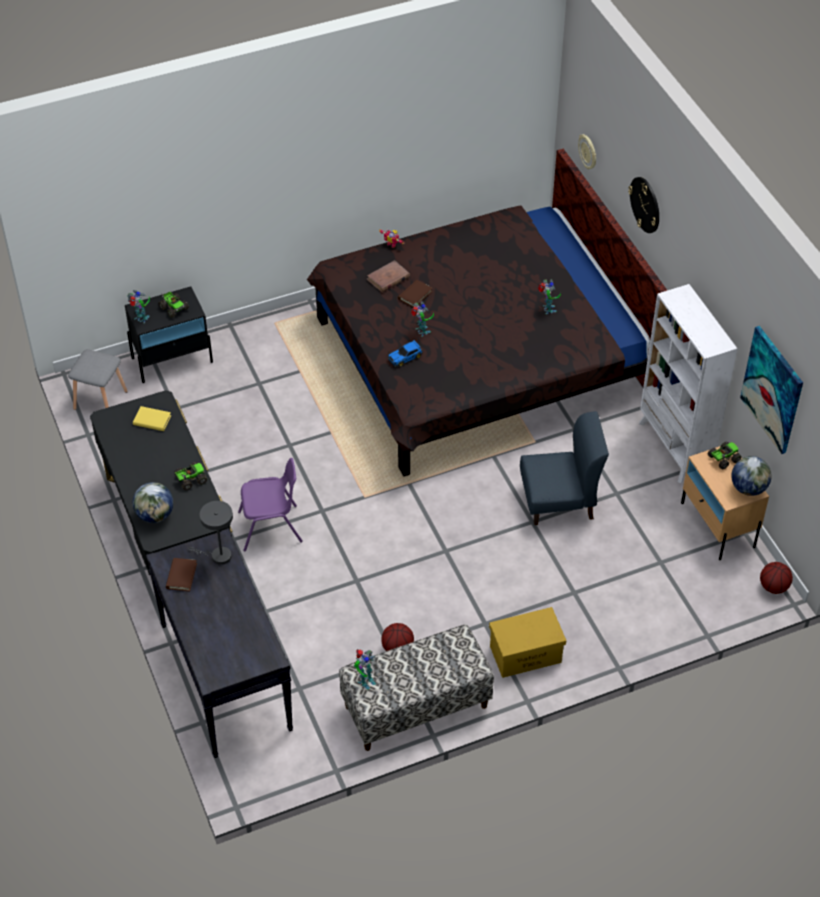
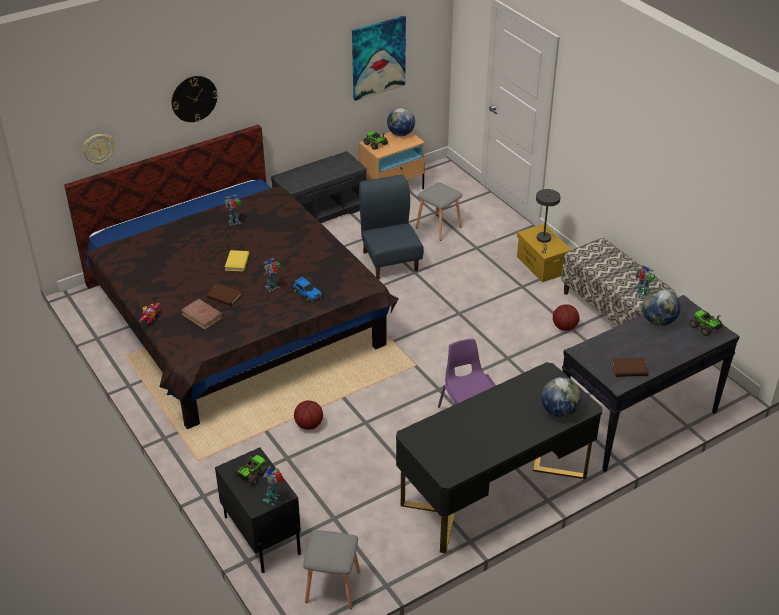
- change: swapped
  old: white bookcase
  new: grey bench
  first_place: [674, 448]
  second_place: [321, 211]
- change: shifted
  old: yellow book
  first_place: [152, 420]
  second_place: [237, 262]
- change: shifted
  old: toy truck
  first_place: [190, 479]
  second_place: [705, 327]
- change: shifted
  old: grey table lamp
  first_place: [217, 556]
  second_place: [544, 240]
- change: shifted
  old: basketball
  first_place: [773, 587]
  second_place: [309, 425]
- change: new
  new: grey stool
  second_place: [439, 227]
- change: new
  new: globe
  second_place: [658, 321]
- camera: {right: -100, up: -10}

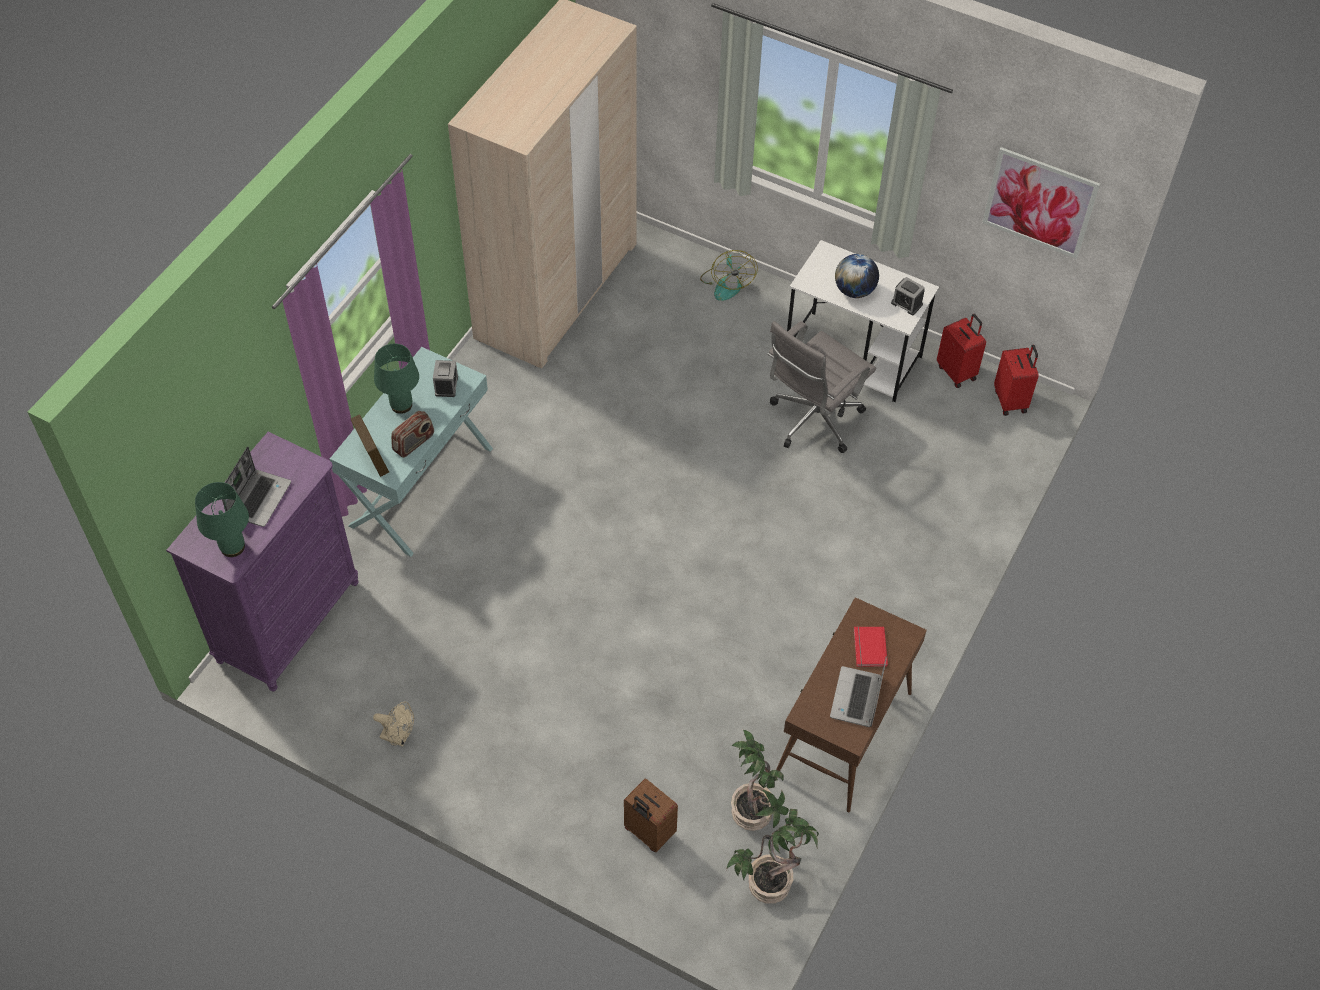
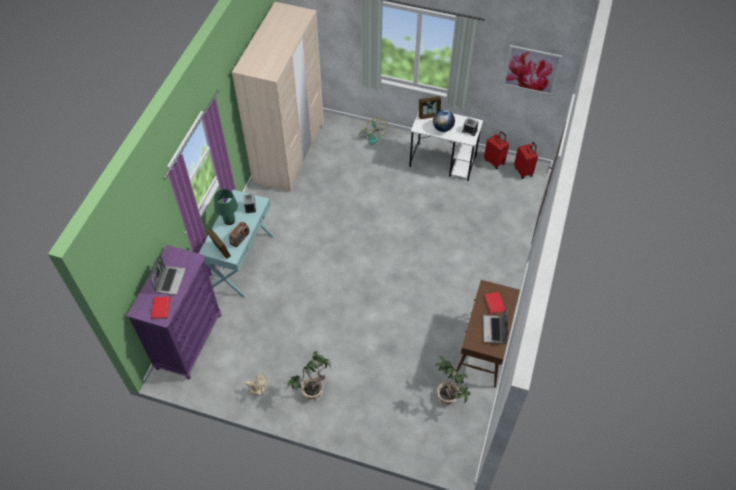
- change: gone
  old: grey office chair
  first_place: [812, 422]
- change: swapped
  old: green table lamp
  new: red book
  first_place: [233, 547]
  second_place: [162, 308]
- change: gone
  old: brown suitcase
  first_place: [648, 832]
- change: shifted
  old: potted plant
  first_place: [769, 882]
  second_place: [312, 390]
- change: new
  new: picture frame
  second_place: [429, 115]
- camera: {right: -10, up: 0}

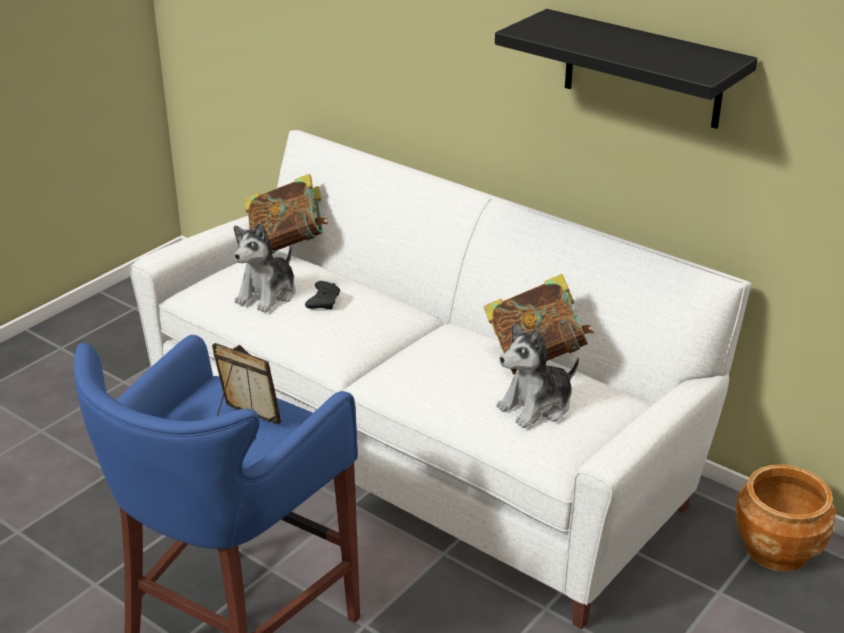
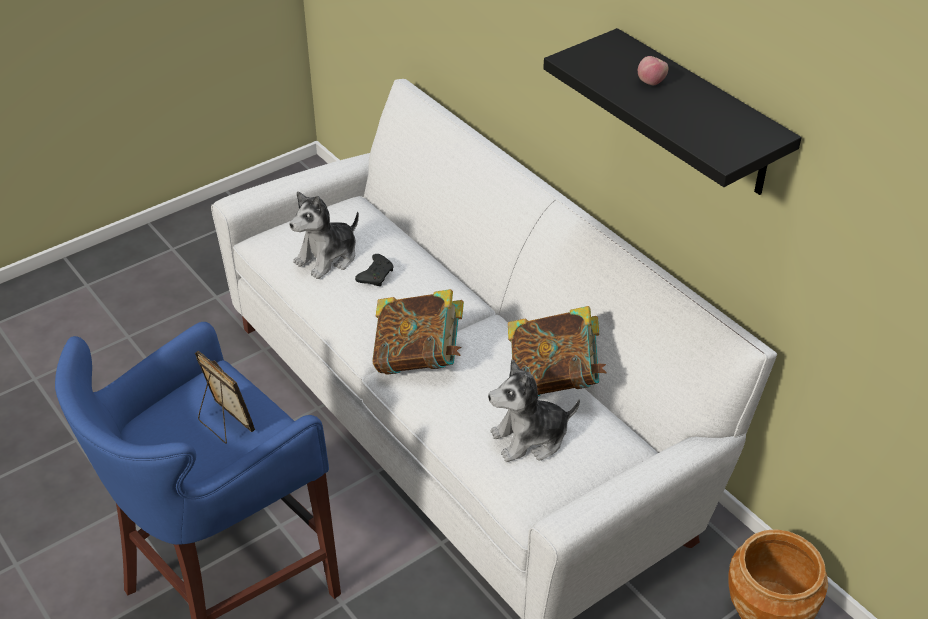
- change: shifted
  old: book
  first_place: [287, 244]
  second_place: [419, 359]
- change: new
  new: apple
  second_place: [651, 82]
- camera: {right: 15, up: 10}

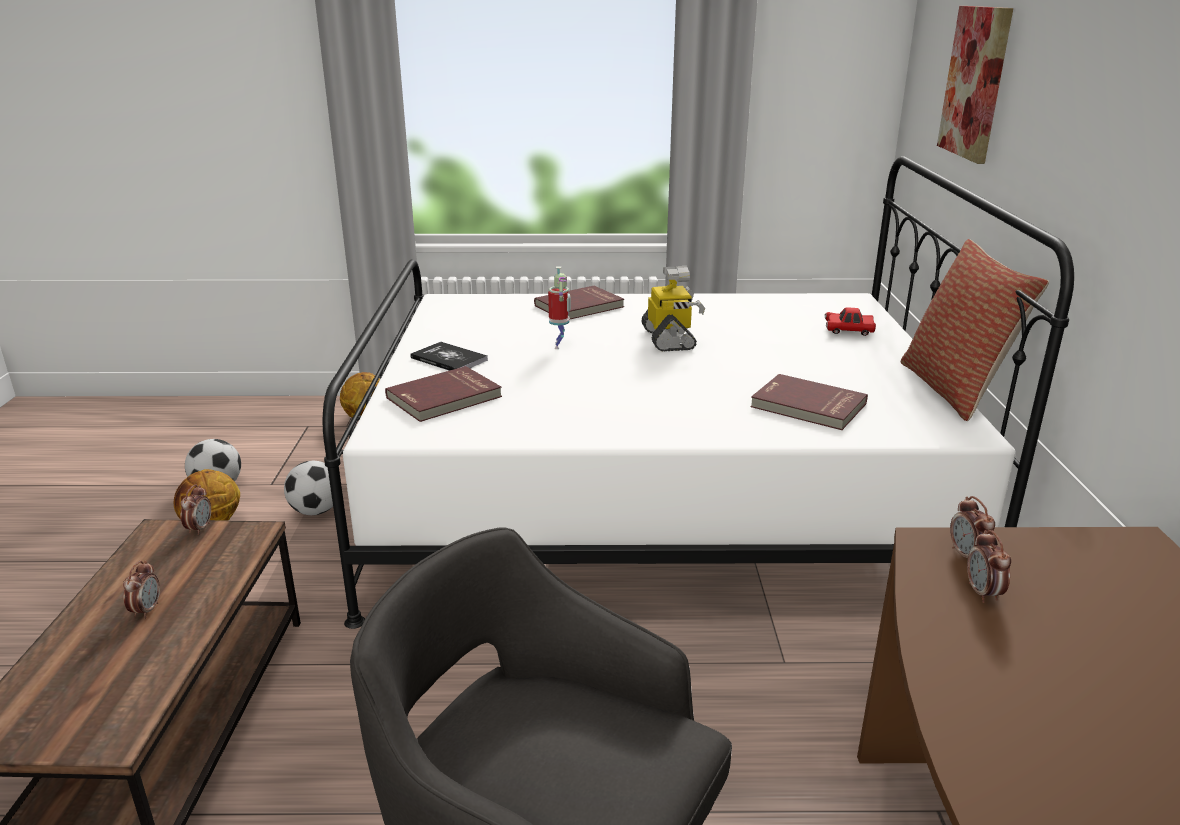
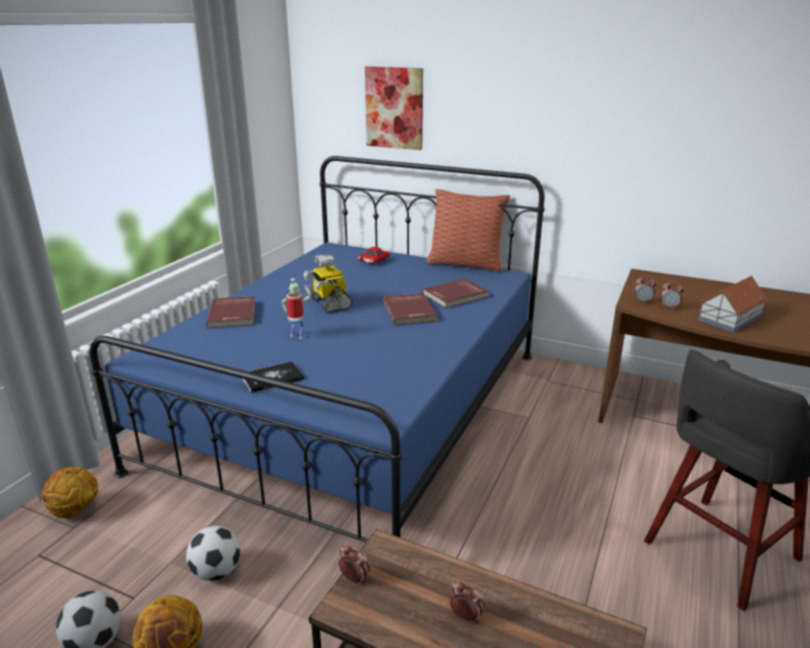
- change: repainted
  old: white bed
  new: blue bed
  first_place: [655, 498]
  second_place: [353, 407]
- change: rotated
  old: toy robot
  first_place: [669, 339]
  second_place: [329, 303]
  degrees: -135
- change: shifted
  old: red book
  first_place: [445, 398]
  second_place: [410, 311]
- change: new
  new: toy house
  second_place: [729, 318]
- camera: {right: -65, up: 0}

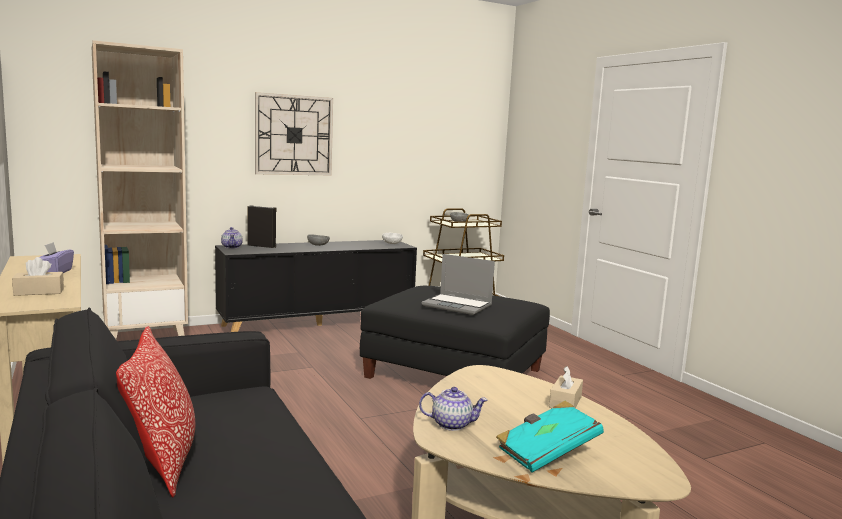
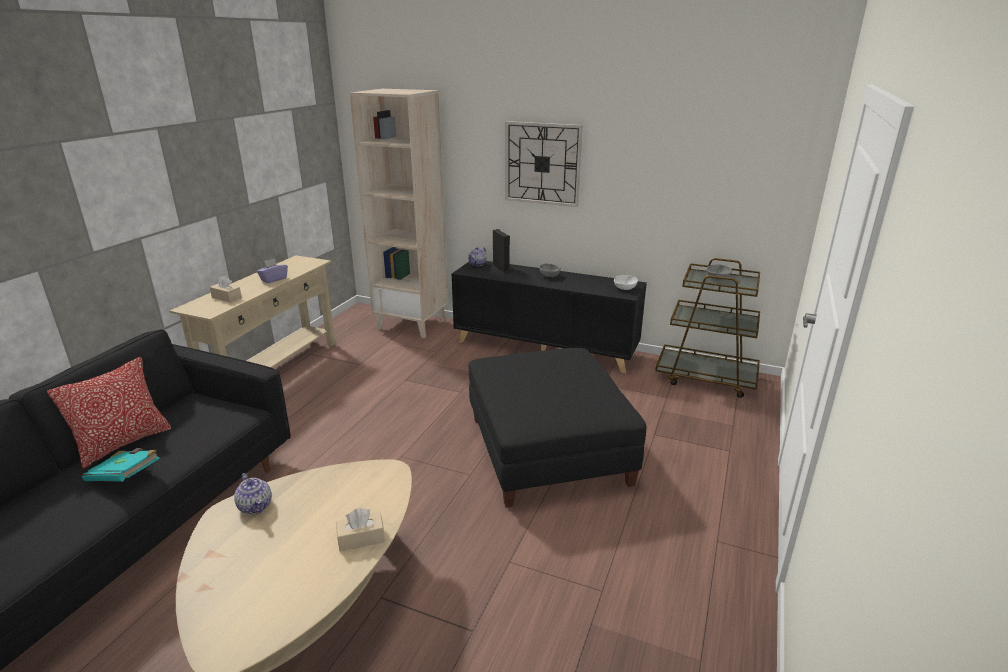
- change: gone
  old: laptop
  first_place: [458, 306]
- change: shifted
  old: turquoise book
  first_place: [546, 453]
  second_place: [126, 476]
- camera: {right: 50, up: 15}

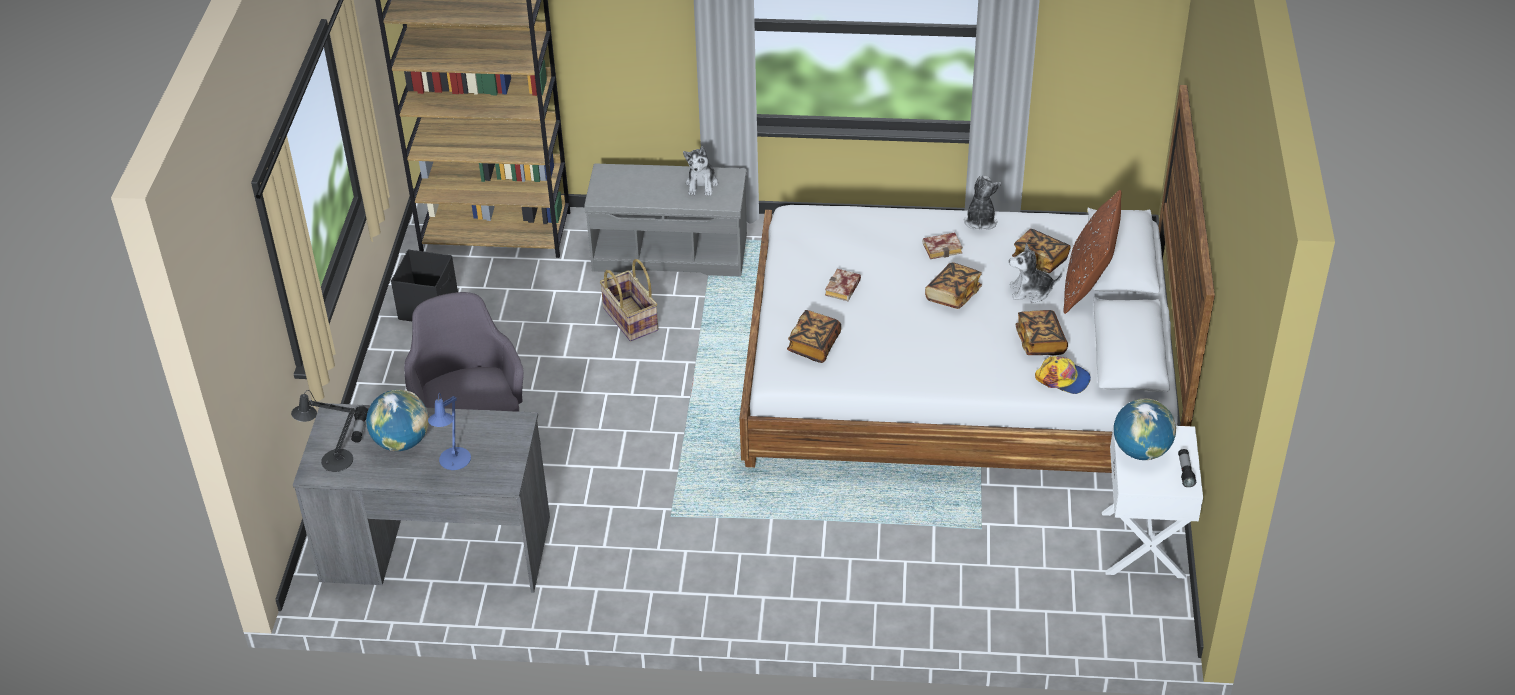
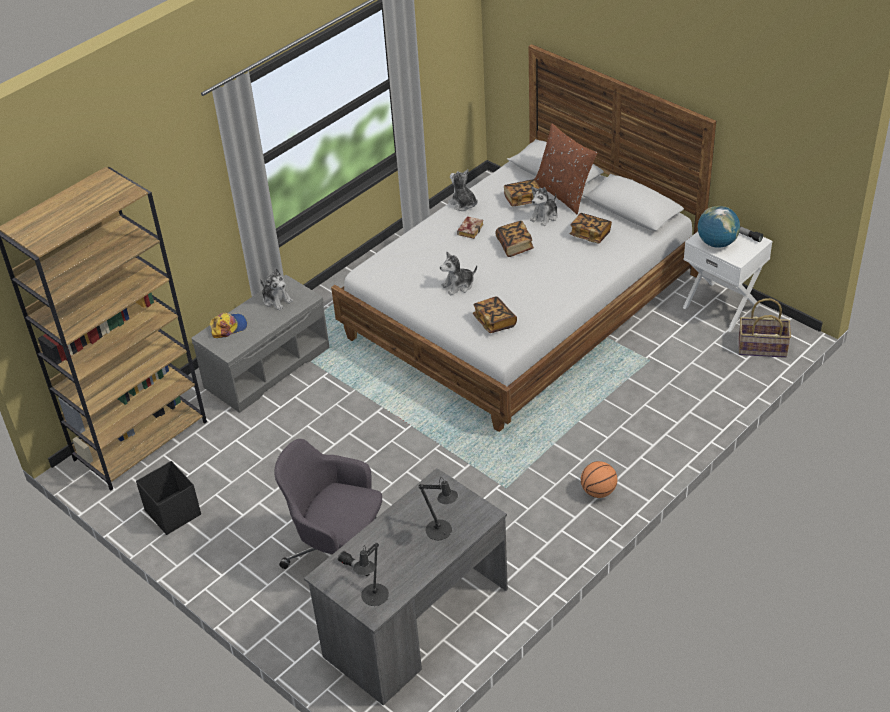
- change: shifted
  old: basket
  first_place: [629, 319]
  second_place: [762, 348]
- change: swapped
  old: book
  new: plush toy
  first_place: [843, 289]
  second_place: [458, 285]
- change: shifted
  old: cap
  first_place: [1063, 379]
  second_place: [228, 327]
- change: gone
  old: globe
  first_place: [401, 442]
- change: repainted
  old: blue table lamp
  new: black table lamp
  first_place: [453, 462]
  second_place: [441, 532]
- change: new
  new: basketball
  second_place: [598, 491]
- camera: {right: -50, up: 0}

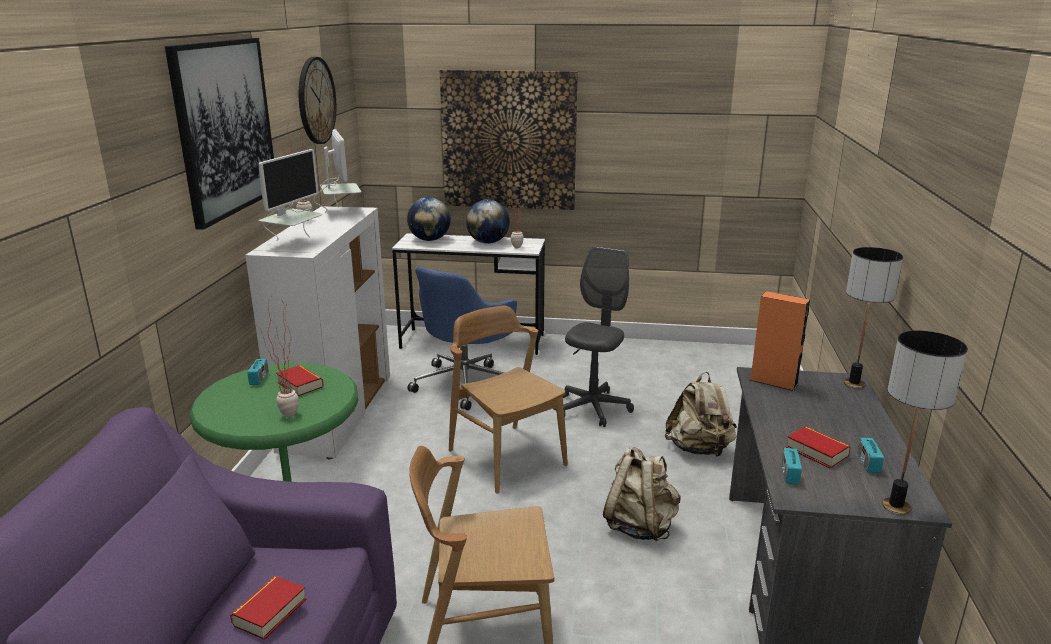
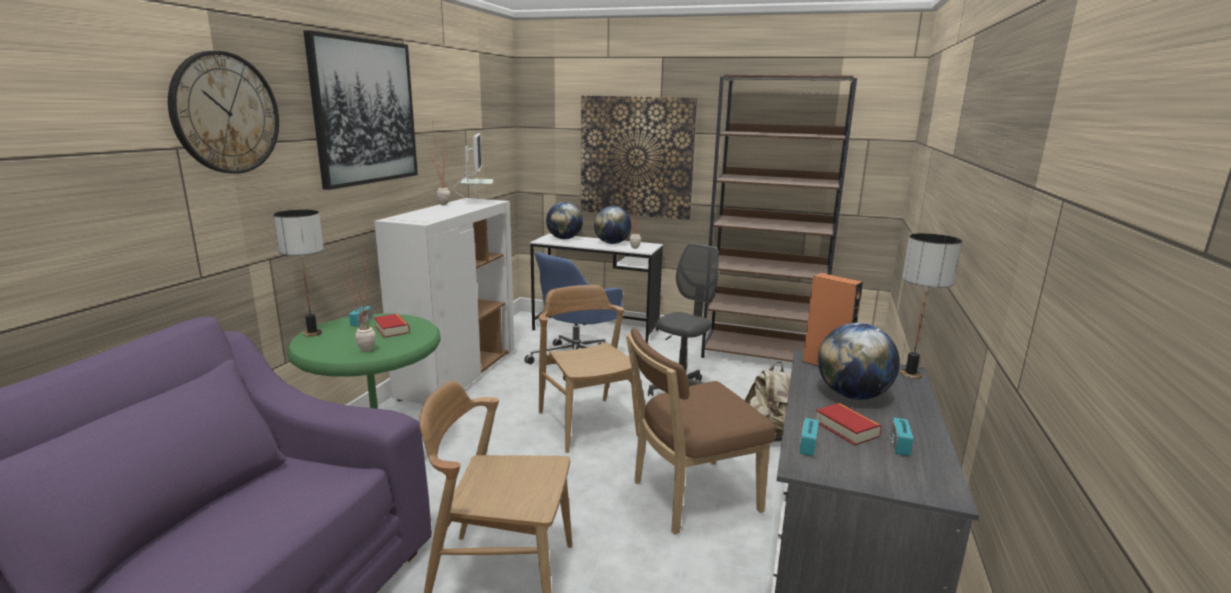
- change: shifted
  old: wall clock
  first_place: [316, 101]
  second_place: [225, 113]
- change: gone
  old: monitor
  first_place: [293, 244]
- change: shifted
  old: table lamp
  first_place: [896, 506]
  second_place: [313, 333]
- change: swapped
  old: beige backpack
  new: brown chair
  first_place: [640, 526]
  second_place: [689, 497]
- change: gone
  old: book
  first_place: [270, 612]
- change: new
  new: brown bookcase
  second_place: [761, 355]
- change: new
  new: globe
  second_place: [852, 395]
- camera: {right: 10, up: -5}

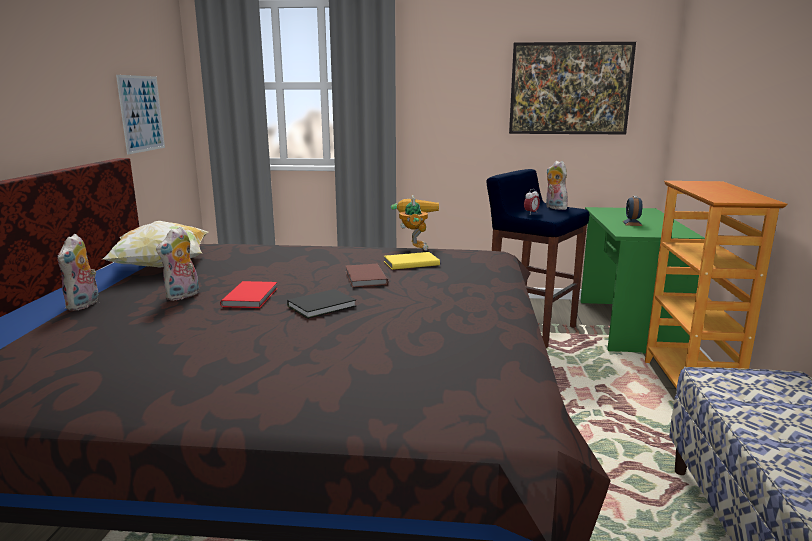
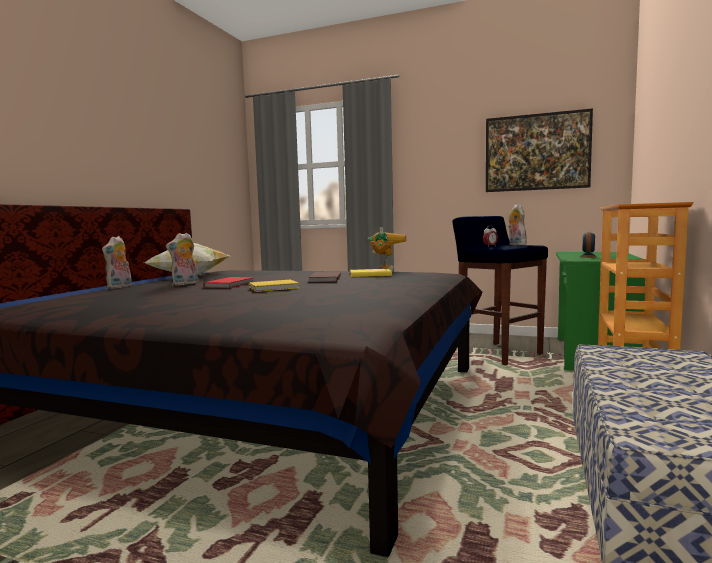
- change: gone
  old: picture
  first_place: [141, 113]
- change: repainted
  old: black book
  new: yellow book
  first_place: [323, 306]
  second_place: [275, 288]
- camera: {right: 15, up: -10}

